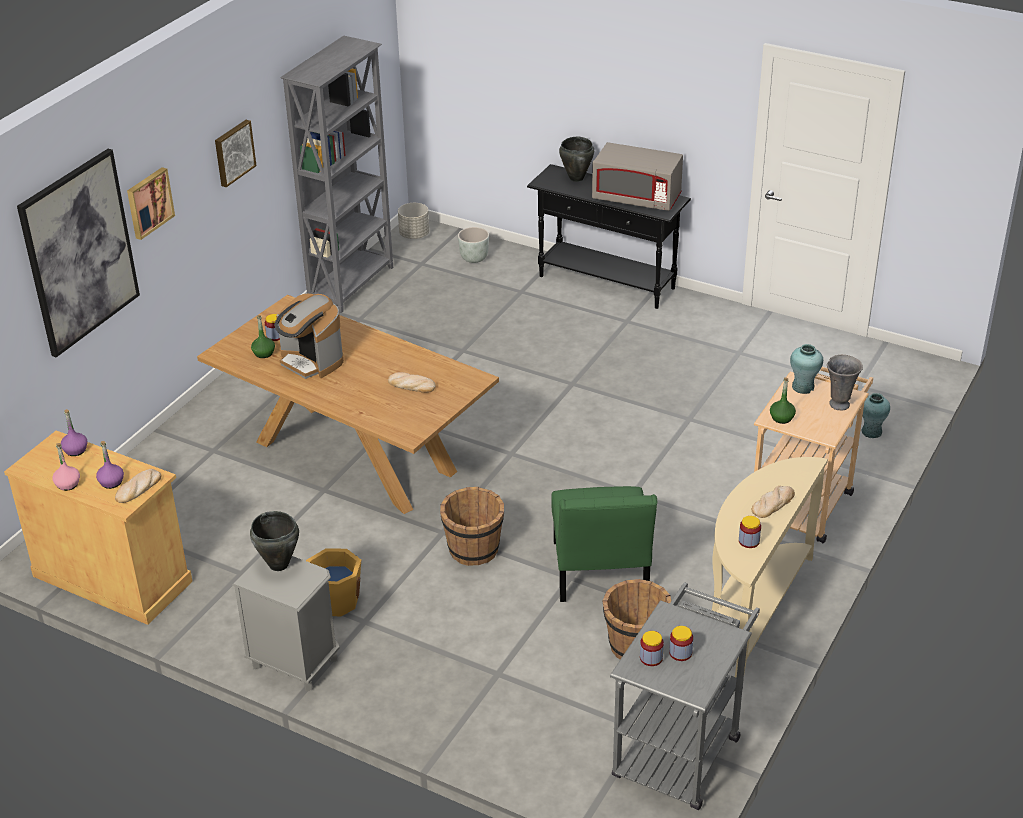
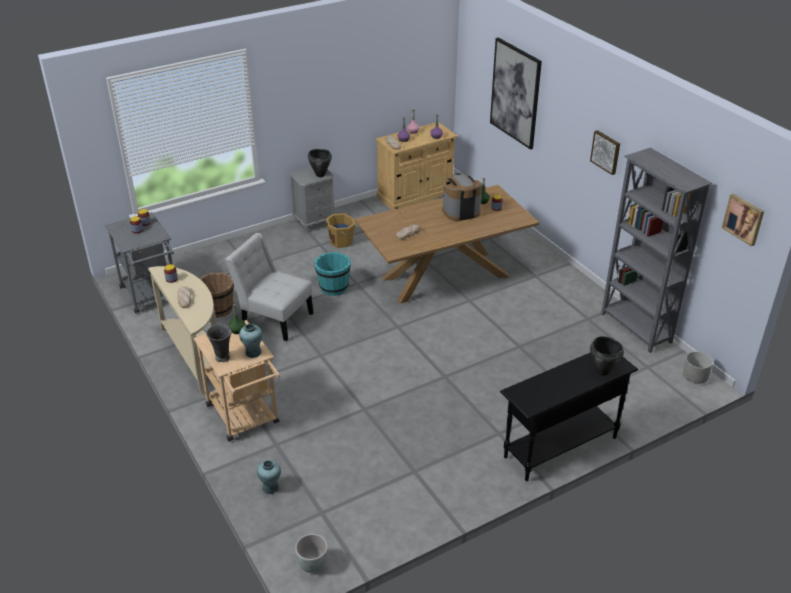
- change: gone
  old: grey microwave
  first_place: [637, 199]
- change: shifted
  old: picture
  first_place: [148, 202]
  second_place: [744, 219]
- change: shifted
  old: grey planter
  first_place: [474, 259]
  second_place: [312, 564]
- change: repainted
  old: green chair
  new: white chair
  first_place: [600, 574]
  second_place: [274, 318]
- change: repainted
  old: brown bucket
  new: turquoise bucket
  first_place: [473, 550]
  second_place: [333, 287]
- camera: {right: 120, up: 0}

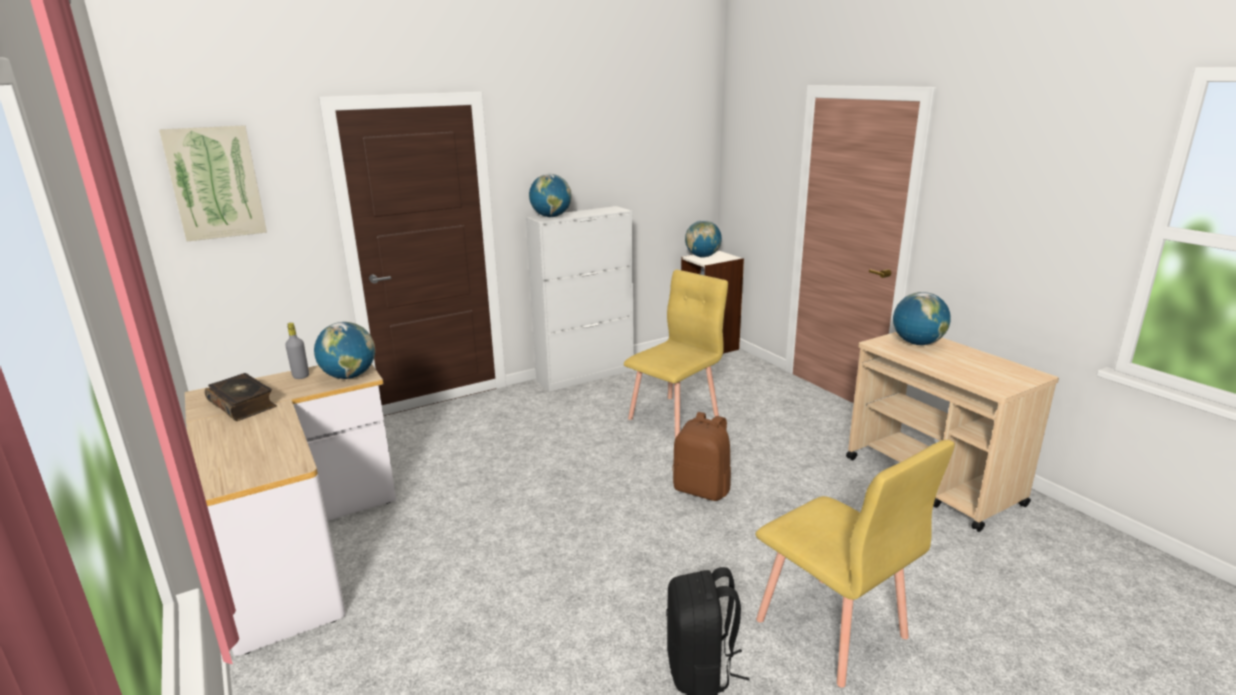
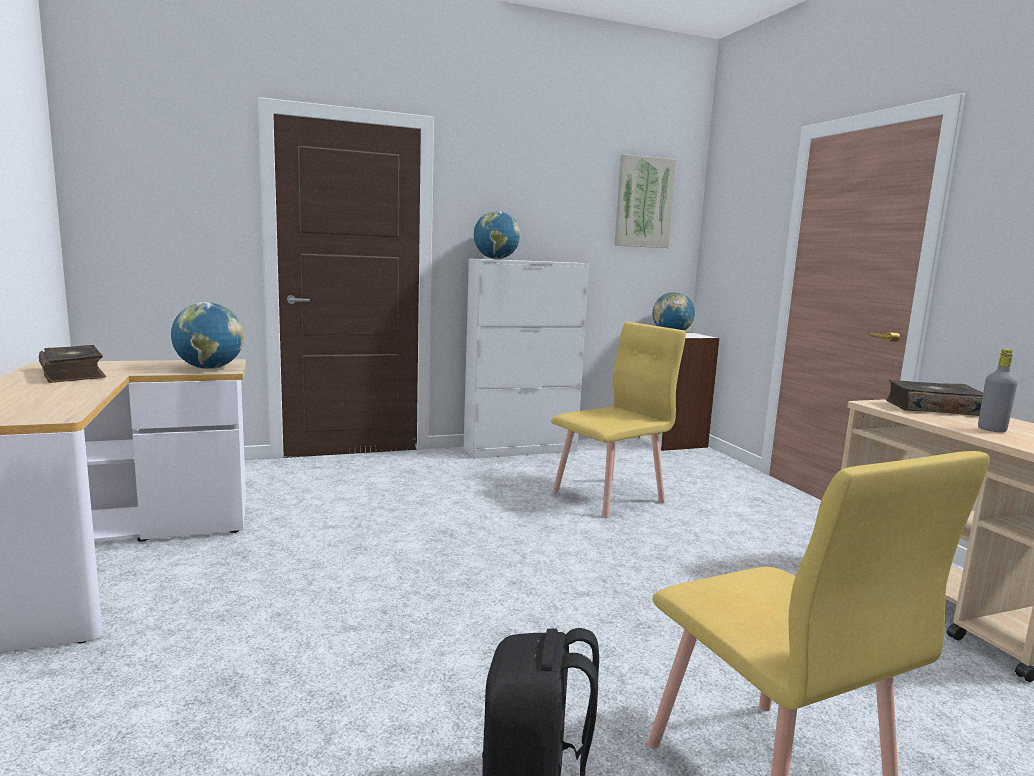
- change: shifted
  old: picture
  first_place: [215, 183]
  second_place: [643, 202]
- change: swapped
  old: globe
  new: book
  first_place: [917, 343]
  second_place: [933, 408]
- change: shifted
  old: grey bottle
  first_place: [301, 376]
  second_place: [991, 430]
- change: gone
  old: brown backpack
  first_place: [702, 489]
- camera: {right: 10, up: -10}

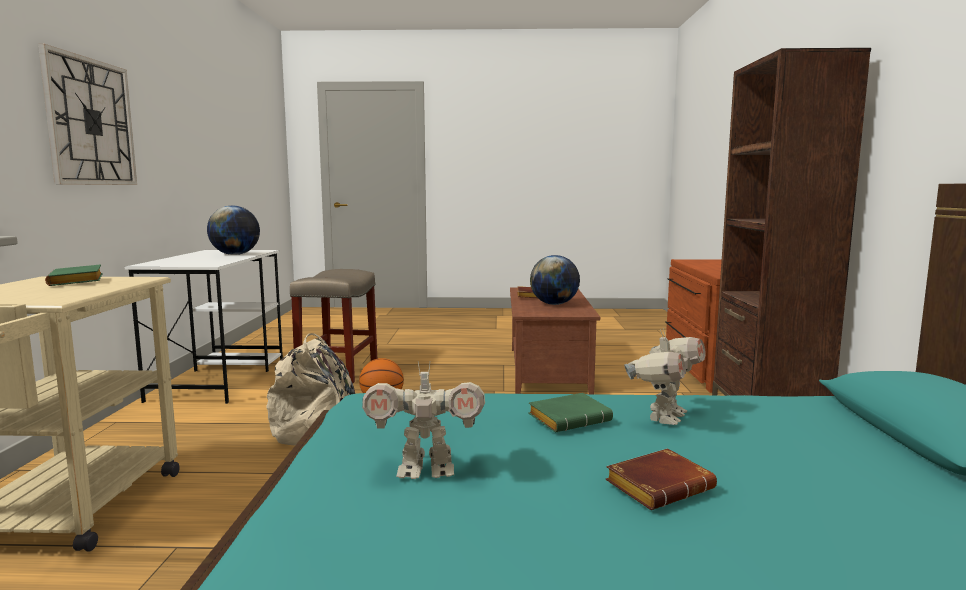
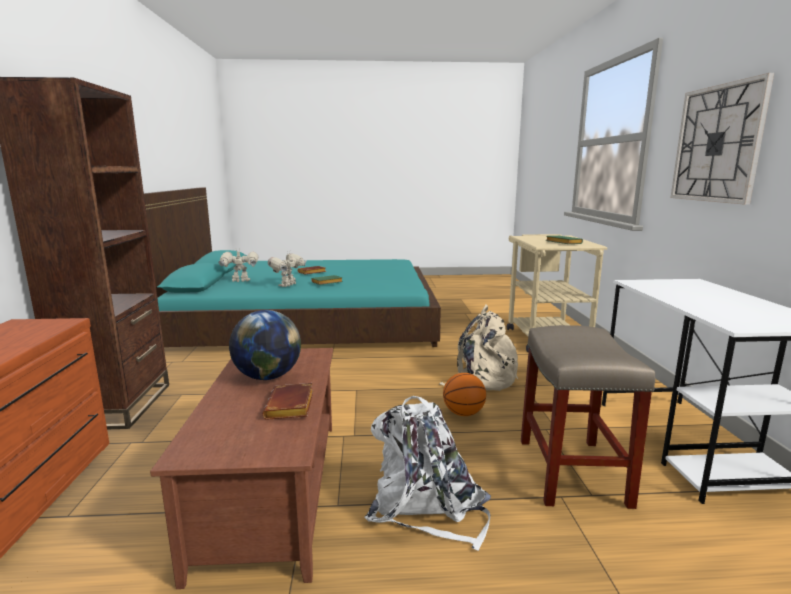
- change: gone
  old: globe
  first_place: [235, 254]
- change: shifted
  old: toy robot
  first_place: [426, 471]
  second_place: [240, 281]
- change: new
  new: white backpack
  second_place: [426, 507]
- camera: {right: 175, up: 5}

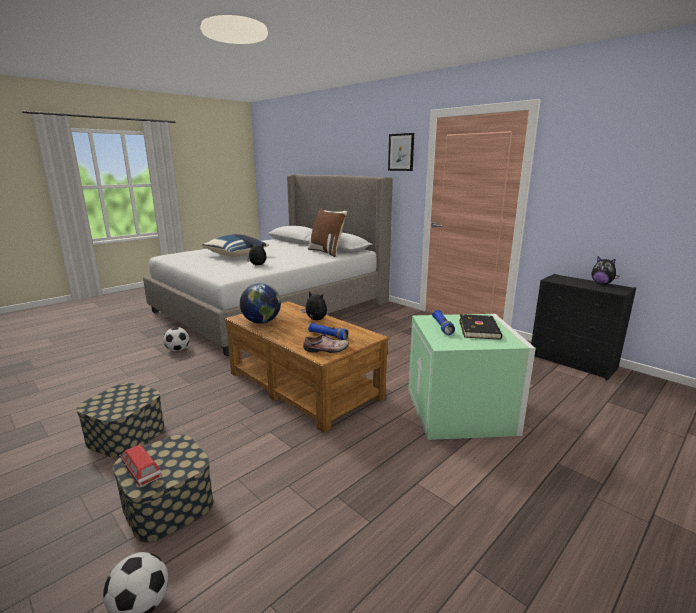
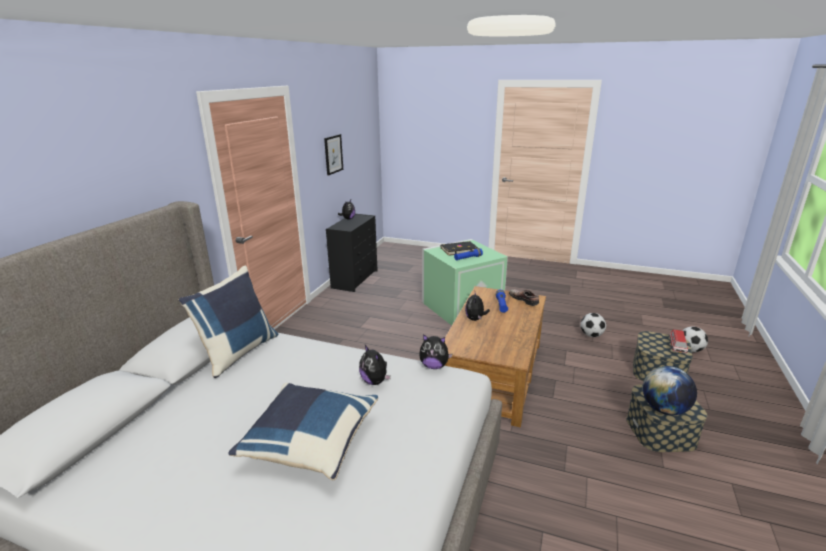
- change: shifted
  old: picture
  first_place: [401, 152]
  second_place: [333, 154]
- change: repainted
  old: brown pillow
  new: blue pillow
  first_place: [327, 252]
  second_place: [238, 352]
- change: shifted
  old: globe
  first_place: [261, 322]
  second_place: [664, 409]
- change: shifted
  old: football
  first_place: [178, 350]
  second_place: [591, 335]
- change: new
  new: plush toy
  second_place: [434, 366]
- camera: {right: -115, up: 5}

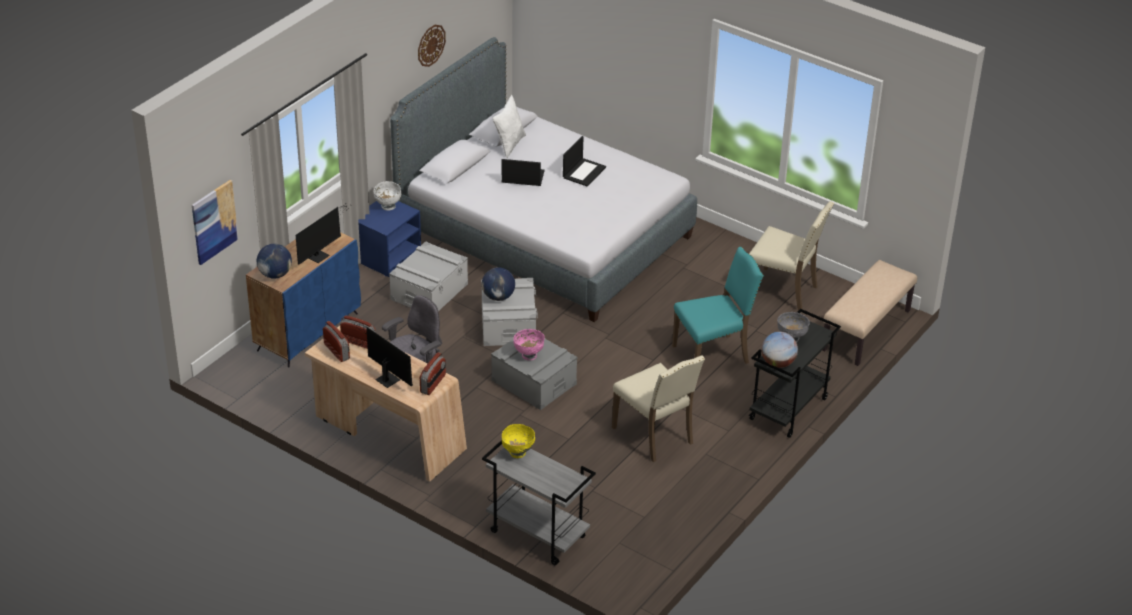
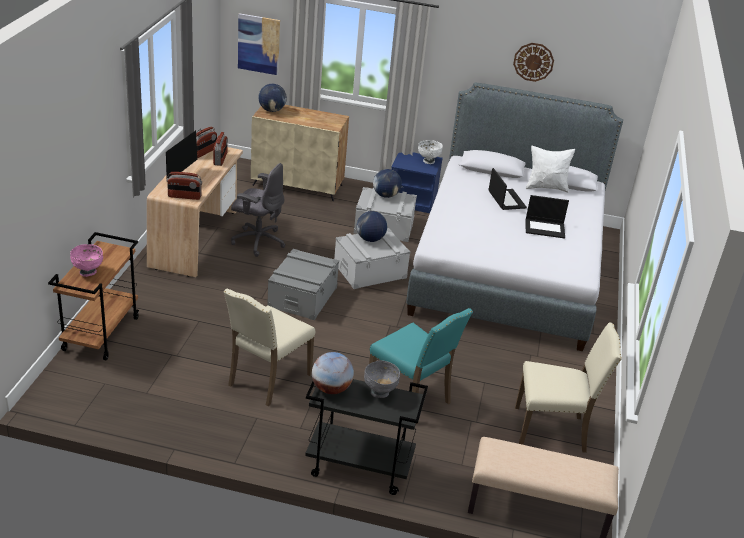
- change: rotated
  old: beige chair
  first_place: [783, 291]
  second_place: [552, 431]
  degrees: -90
- change: gone
  old: monitor
  first_place: [320, 255]
- change: repainted
  old: blue cabinet
  new: beige cabinet
  first_place: [308, 331]
  second_place: [298, 185]
- change: shifted
  old: pink bowl
  first_place: [529, 355]
  second_place: [88, 272]
- change: gone
  old: yellow bowl
  first_place: [517, 453]
- change: repainted
  old: grey cart
  new: brown cart
  first_place: [536, 534]
  second_place: [101, 333]
- change: new
  new: globe
  second_place: [386, 195]
- camera: {right: 65, up: -5}

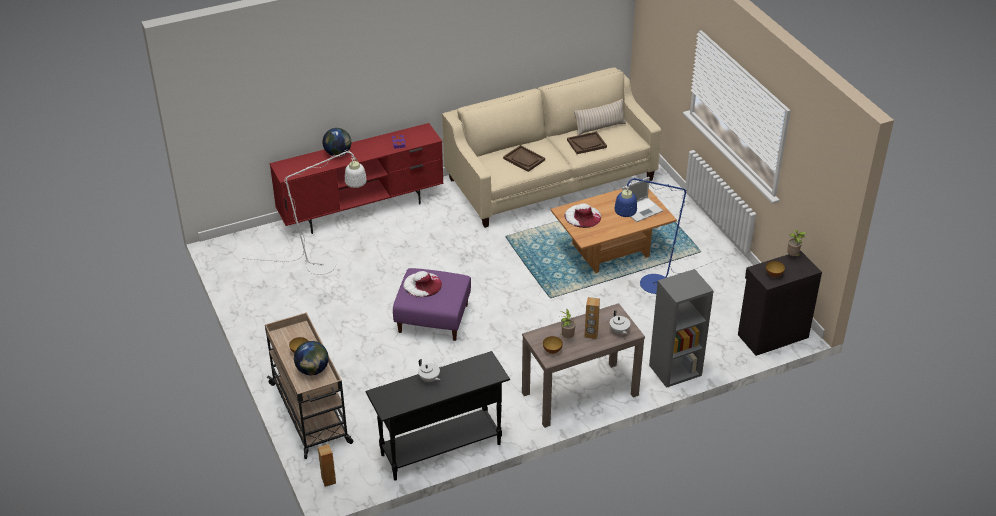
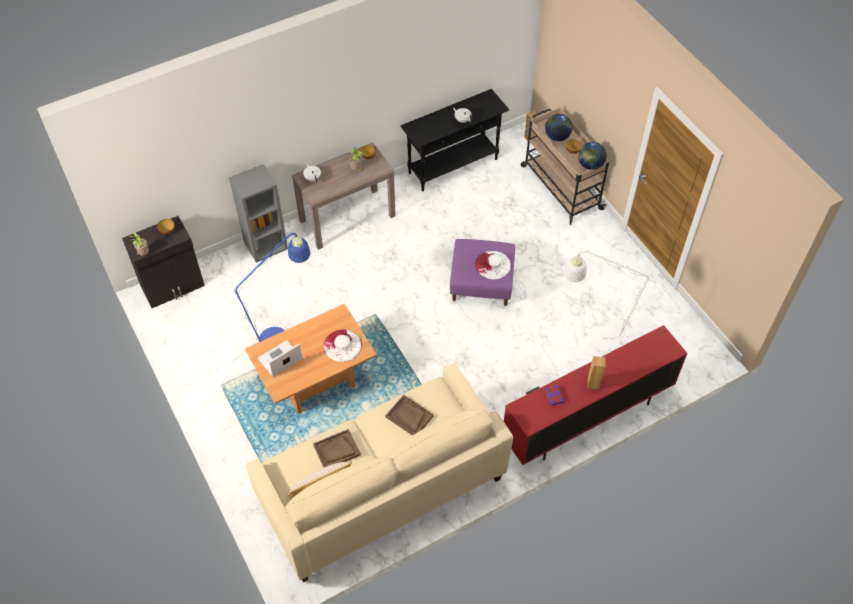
- change: shifted
  old: globe
  first_place: [338, 153]
  second_place: [590, 165]
- change: shifted
  old: brown speaker
  first_place: [591, 334]
  second_place: [593, 383]
- camera: {right: 175, up: 15}

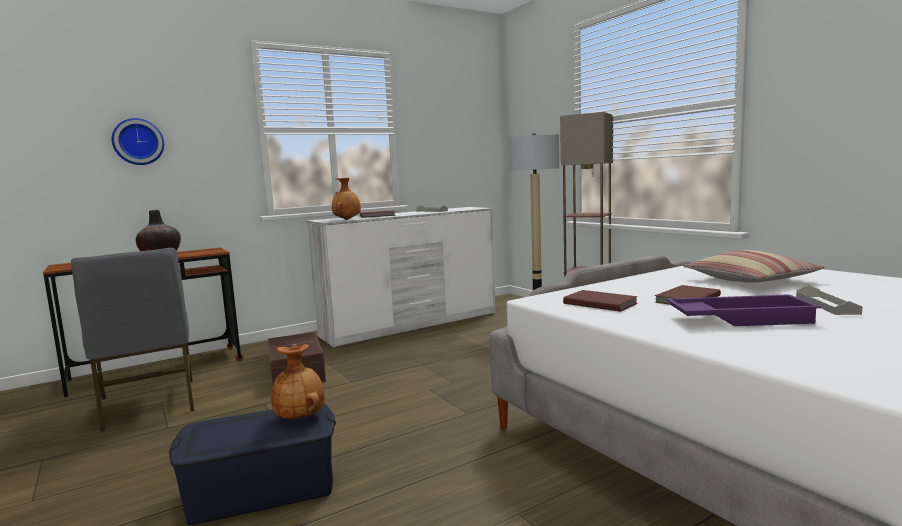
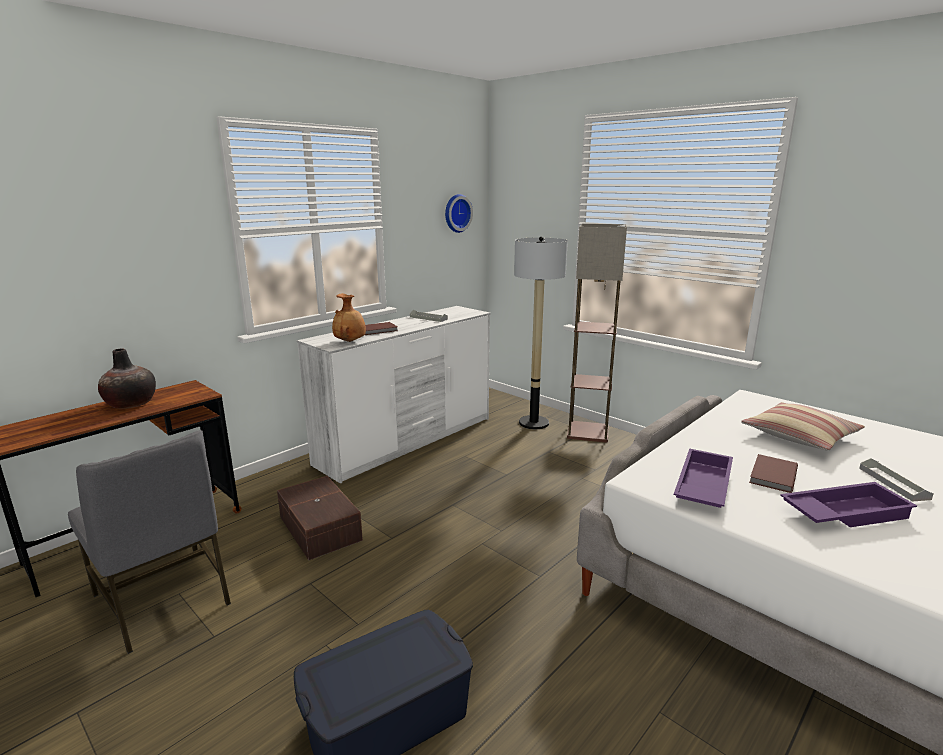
- change: shifted
  old: wall clock
  first_place: [138, 142]
  second_place: [456, 213]
- change: swapped
  old: brown book
  new: purple tray
  first_place: [600, 303]
  second_place: [701, 486]
- change: gone
  old: brown vase
  first_place: [301, 417]
- camera: {right: -15, up: 10}

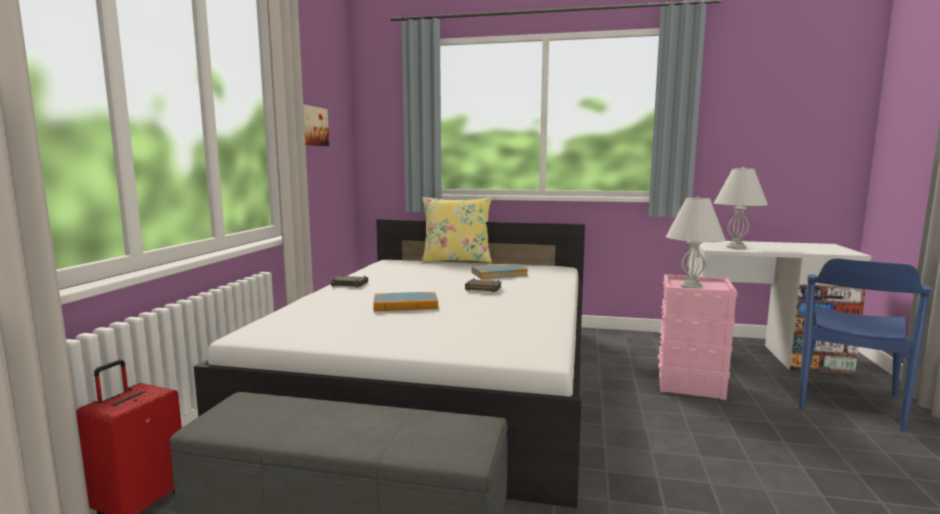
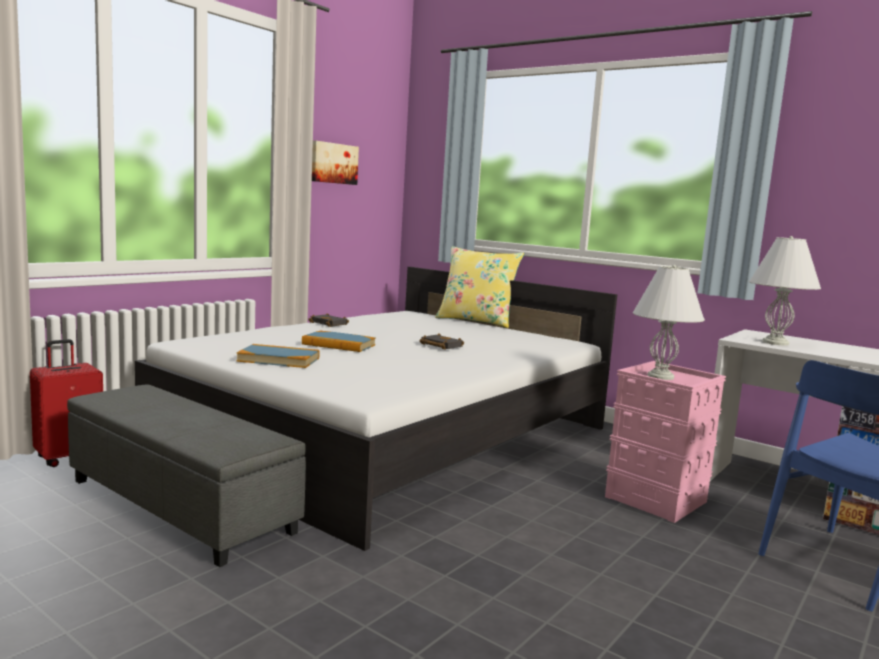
- change: shifted
  old: book
  first_place: [499, 274]
  second_place: [278, 360]
- camera: {right: 25, up: 0}

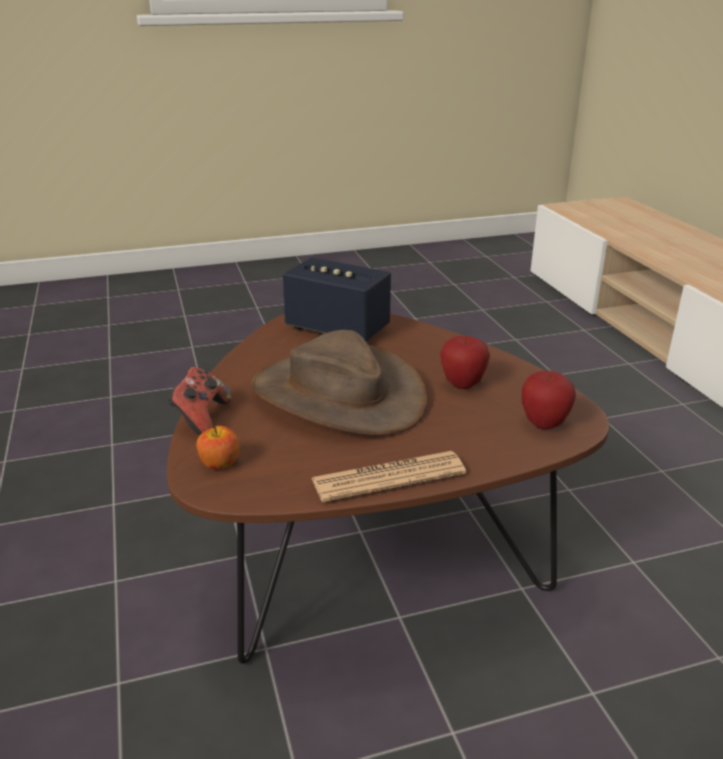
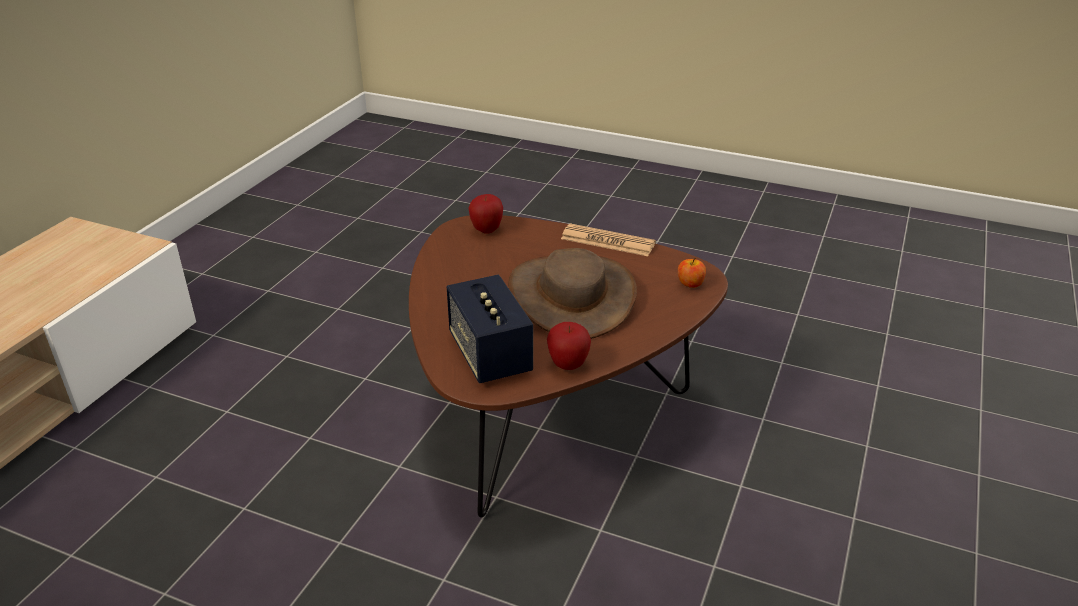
- change: shifted
  old: apple
  first_place: [462, 384]
  second_place: [568, 365]
- change: gone
  old: game controller
  first_place: [201, 418]
- camera: {right: -140, up: 5}

